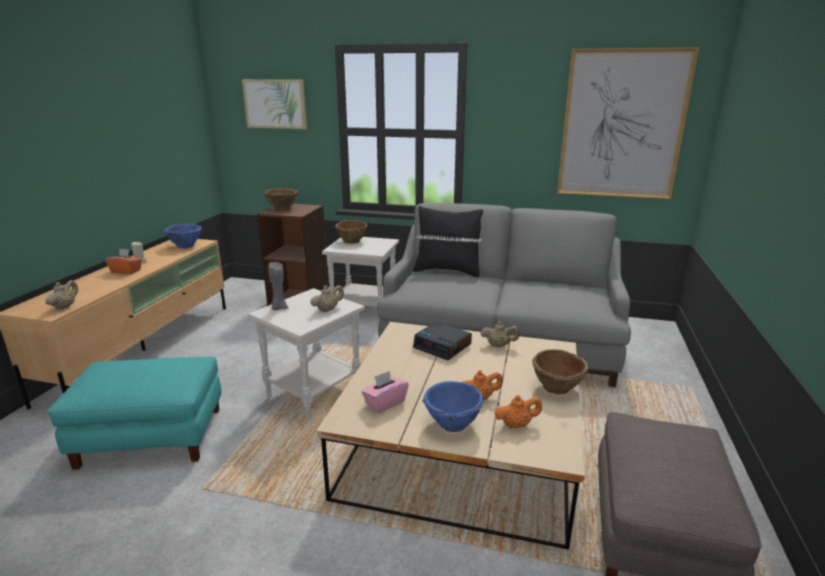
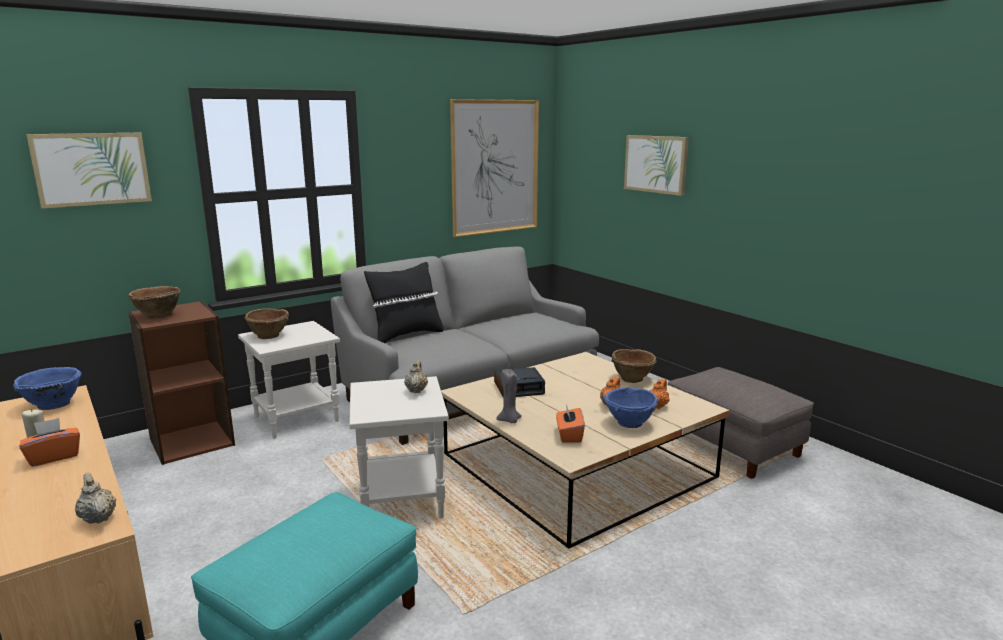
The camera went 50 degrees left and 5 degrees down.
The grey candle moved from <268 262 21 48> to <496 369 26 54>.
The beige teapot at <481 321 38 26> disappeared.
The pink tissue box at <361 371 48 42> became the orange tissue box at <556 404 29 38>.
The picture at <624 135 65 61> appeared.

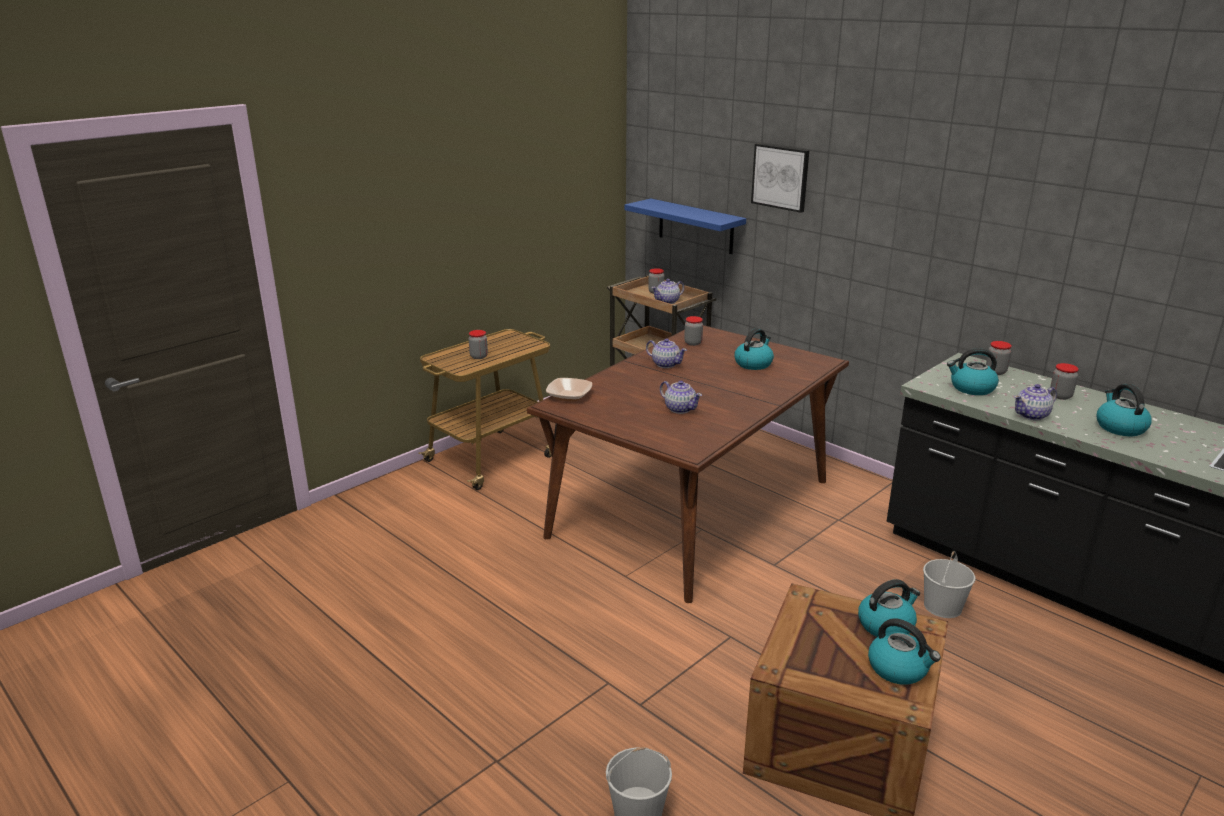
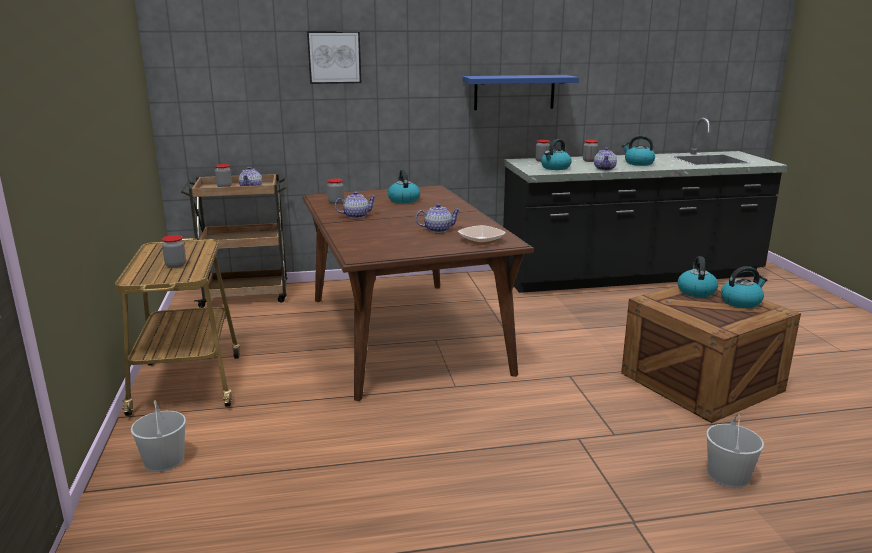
The camera went 55 degrees left and 5 degrees down.
The blue shelf moved from <624 199 122 55> to <462 75 117 35>.
The bowl moved from <546 378 46 24> to <458 225 48 20>.
The white bucket moved from <923 551 52 67> to <131 400 55 72>.

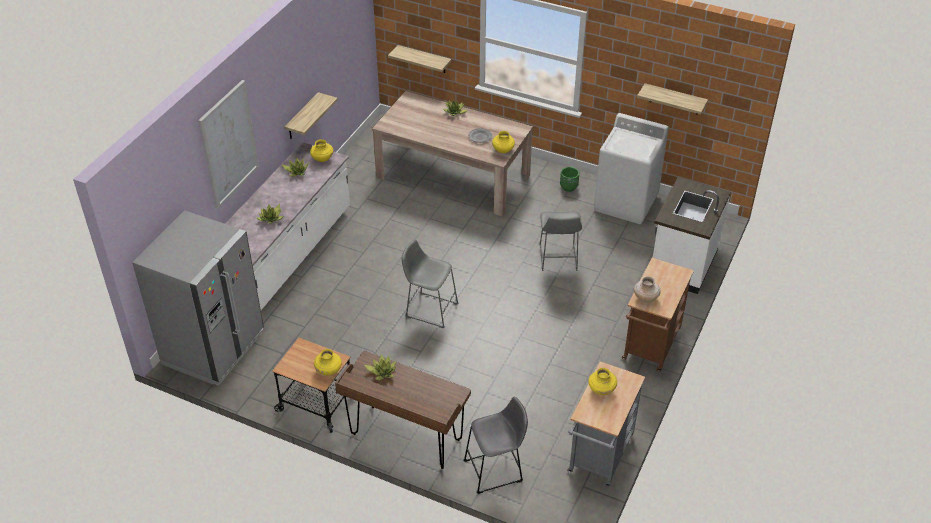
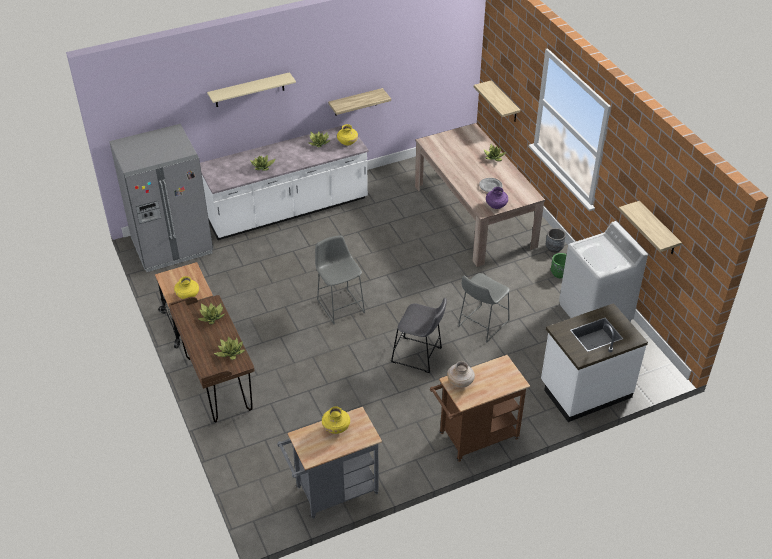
The camera went 40 degrees right and 0 degrees up.
The picture at <198 80 61 129> was replaced by the beige shelf at <207 72 89 35>.
The yellow vase at <492 131 23 22> became the purple vase at <486 187 22 22>.
The grey stool moved from <463 396 65 98> to <391 298 56 75>.
The grey planter at <546 228 20 25> appeared.
The potted plant at <214 336 31 24> appeared.

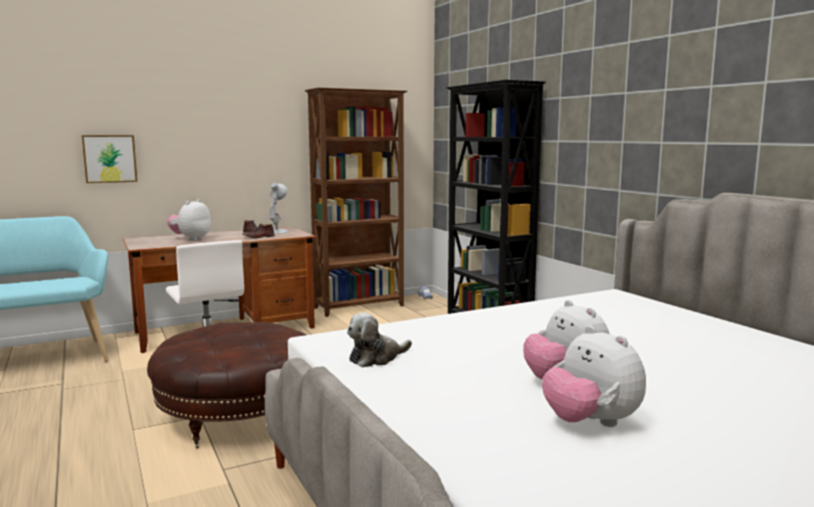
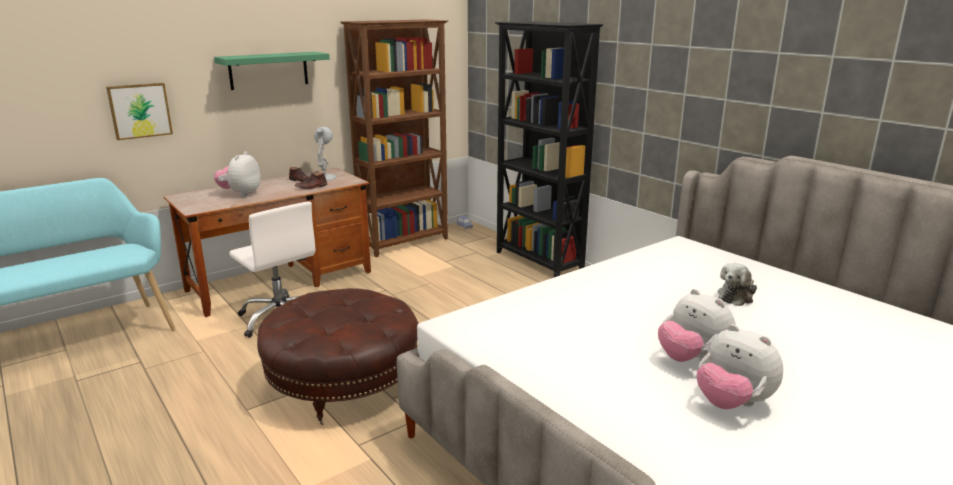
The camera went 10 degrees left and 10 degrees up.
The plush toy moved from <347 313 65 54> to <718 263 39 43>.
The green shelf at <214 52 116 38> appeared.

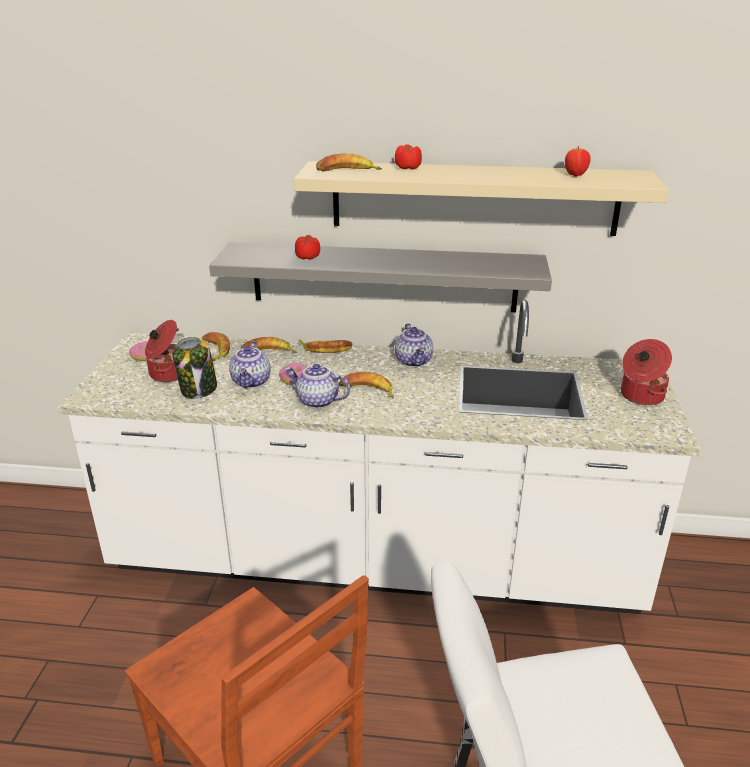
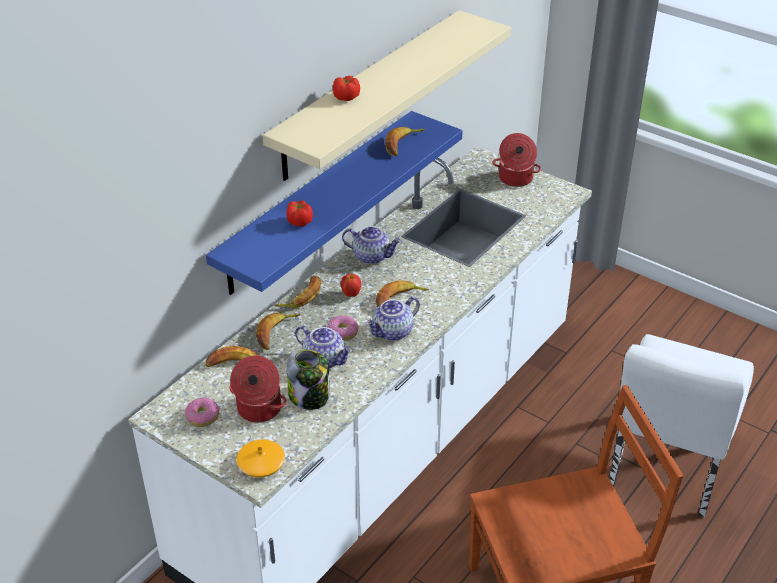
The camera went 60 degrees left and 10 degrees up.
The apple moved from <565 146 26 31> to <341 274 20 23>.
The banana moved from <316 154 66 17> to <385 127 40 29>.
The grey shelf at <209 243 343 69> became the blue shelf at <206 111 257 184>.
The orange vase at <236 440 49 37> appeared.

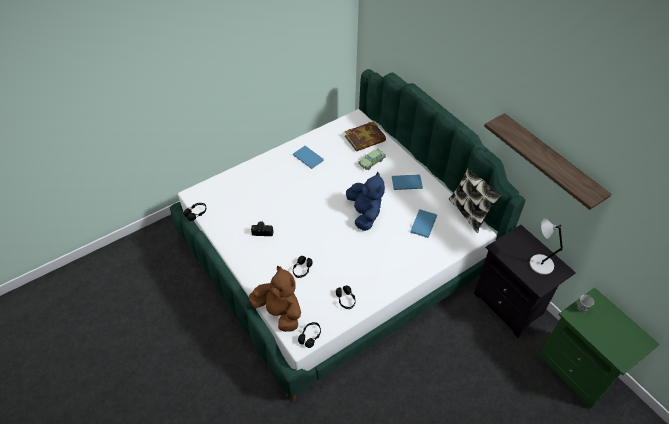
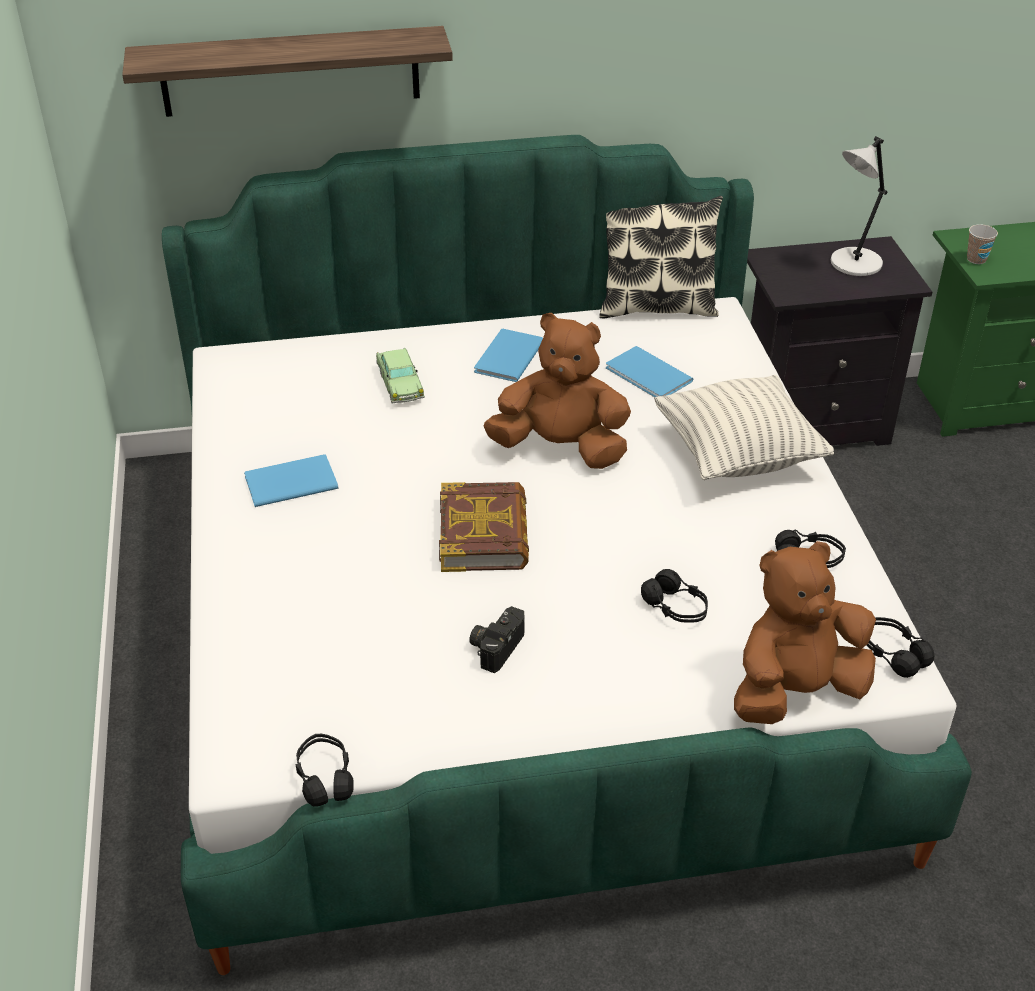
The camera went 65 degrees left and 10 degrees down.
The shelf moved from <484 113 127 97> to <122 26 331 91>.
The book moved from <345 121 41 30> to <439 482 90 90>.
The blue plush toy at <346 172 39 59> became the brown plush toy at <484 313 147 156>.
The pillow at <654 375 180 105> appeared.

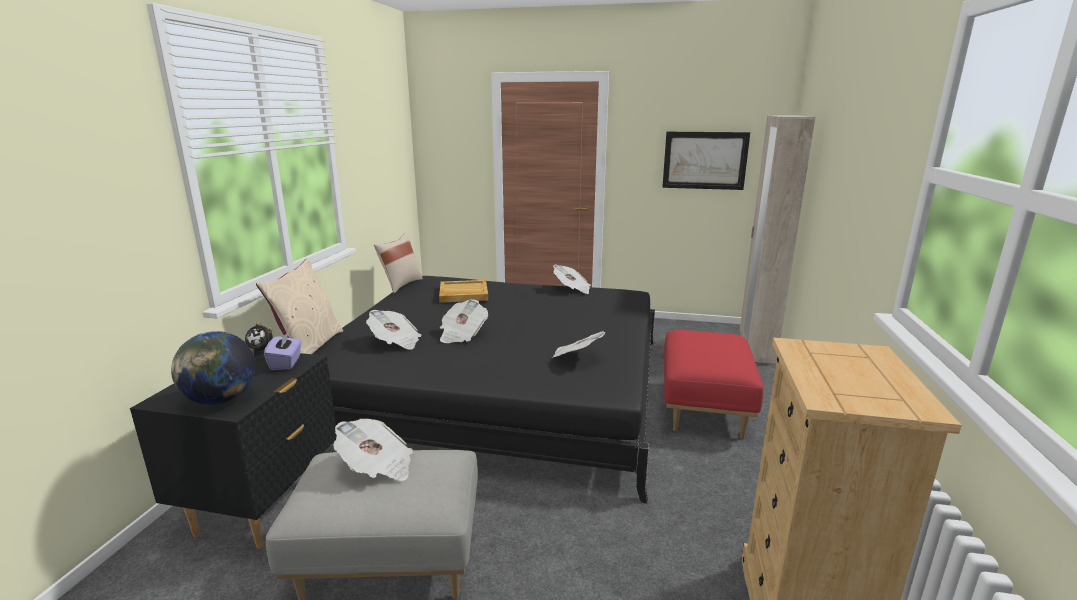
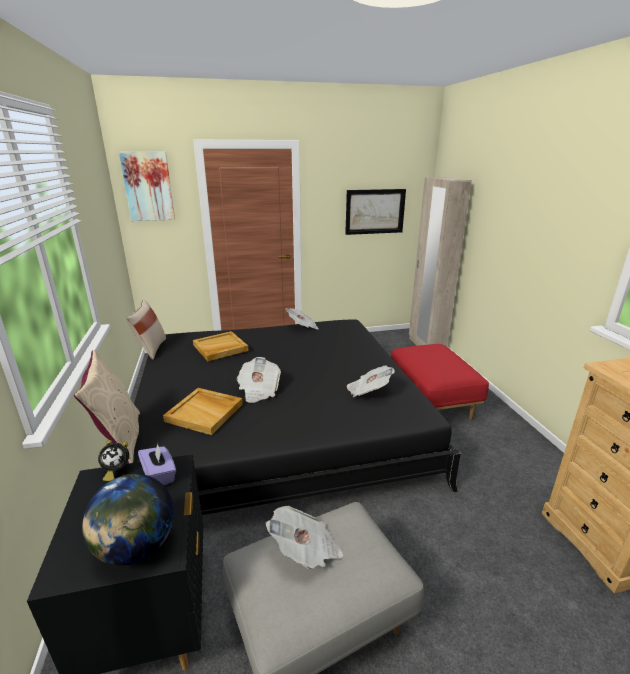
The camera went 25 degrees left and 5 degrees up.
The newspaper at <366 310 55 40> was replaced by the beige tray at <163 388 80 47>.
The picture at <119 151 56 70> appeared.

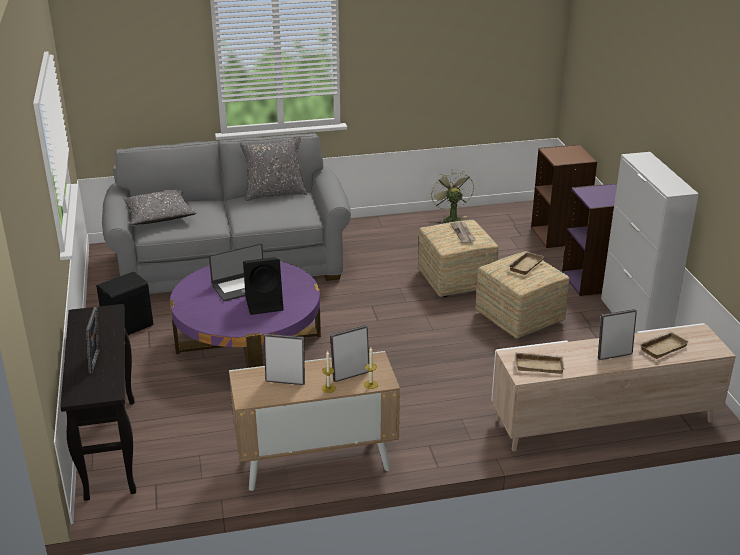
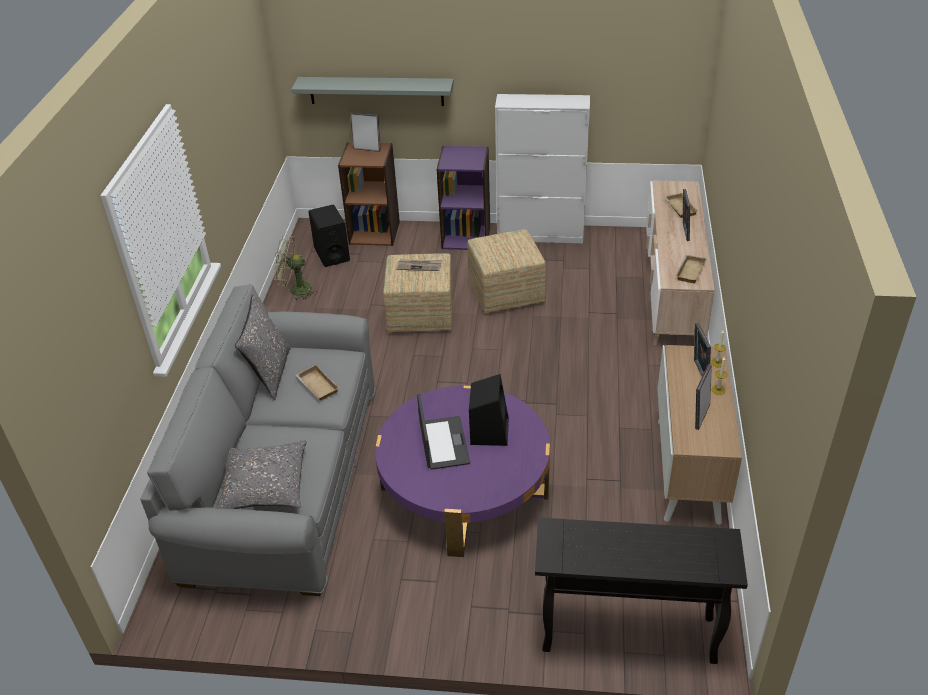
The camera went 70 degrees left and 10 degrees up.
The beige tray moved from <509 252 35 23> to <296 364 43 36>.
The black speaker moved from <96 271 58 64> to <309 205 41 62>.
The picture frame moved from <86 307 14 67> to <350 112 31 40>.
The grey shelf at <291 77 163 29> appeared.

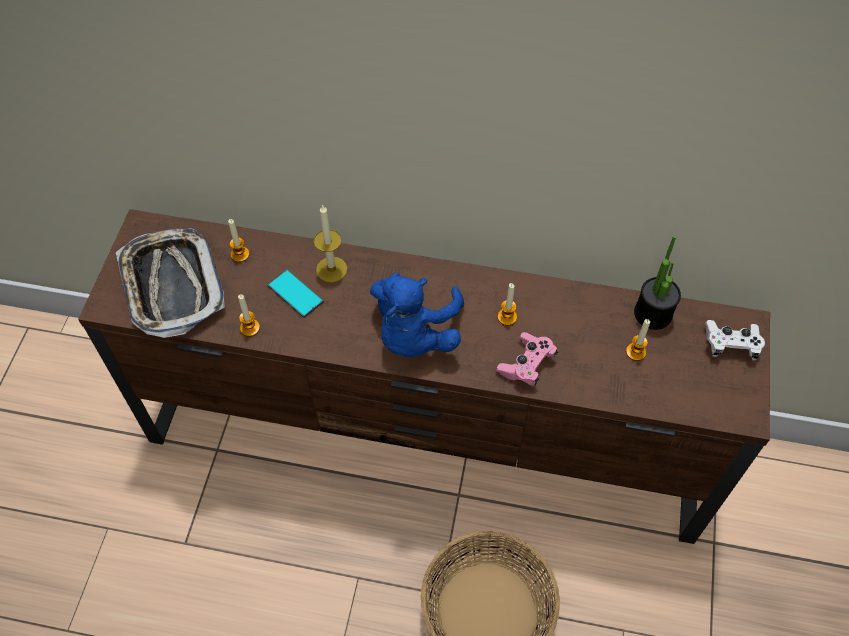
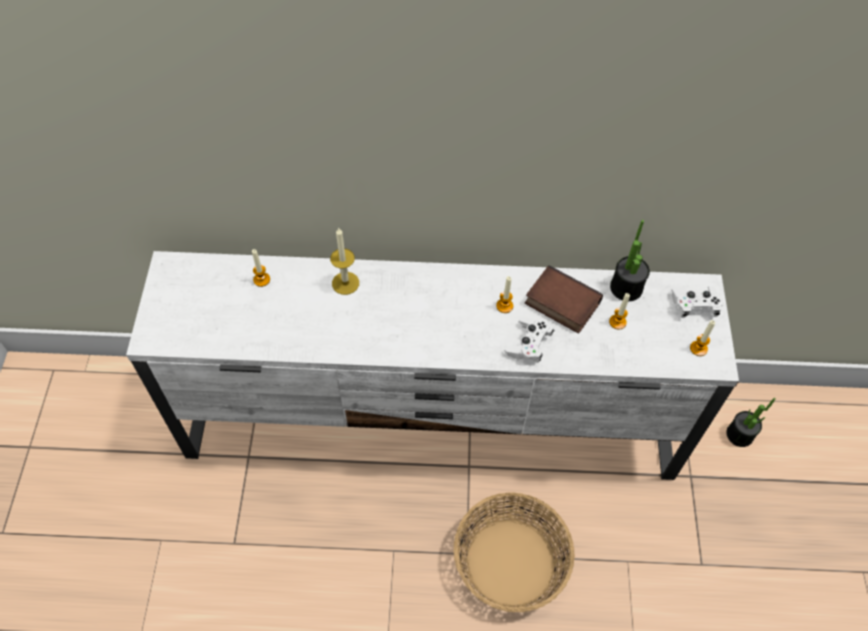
The camera went 10 degrees left and 0 degrees up.
The brown tv stand at <78 209 692 335> became the white tv stand at <126 251 613 229>.
The tray at <116 228 109 110> disappeared.
The phone at <267 269 57 49> disappeared.
The blue plush toy at <370 273 94 84> disappeared.
The candle moved from <238 294 22 43> to <690 320 25 36>.
The pink game controller at <497 332 61 55> became the white game controller at <504 317 50 46>.
The book at <525 265 78 69> appeared.
The potted plant at <726 398 50 49> appeared.

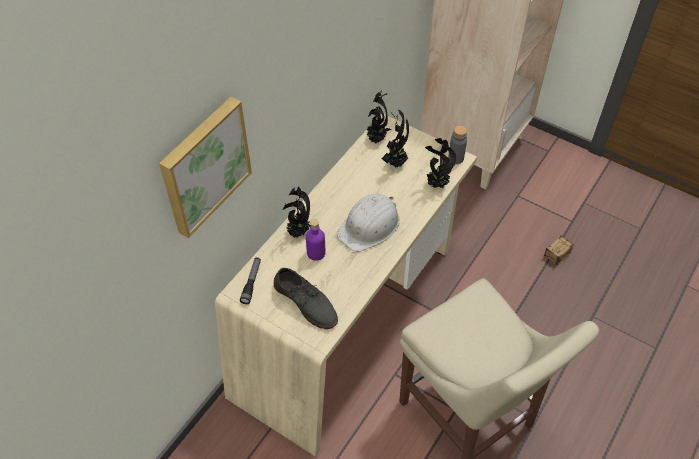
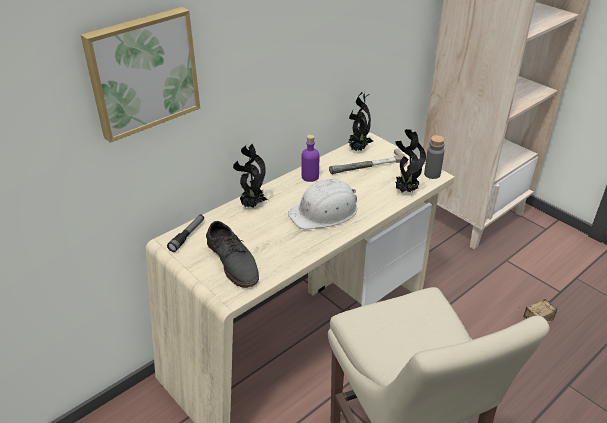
The camera went 15 degrees right and 15 degrees down.
The potted plant at <381 109 28 59> was replaced by the hammer at <329 149 78 26>.
The purple bottle moved from <306 219 19 42> to <301 135 18 47>.

